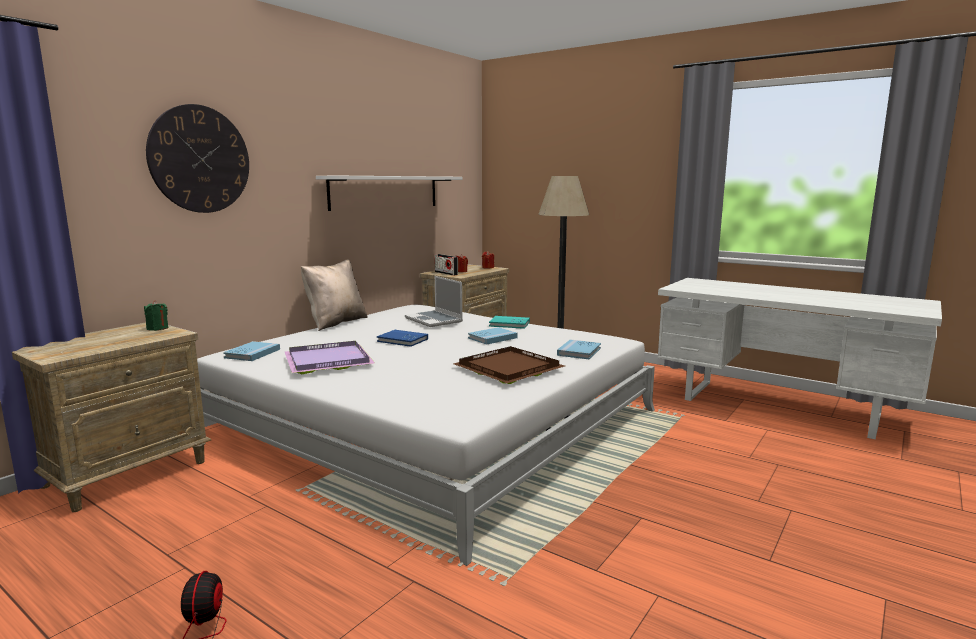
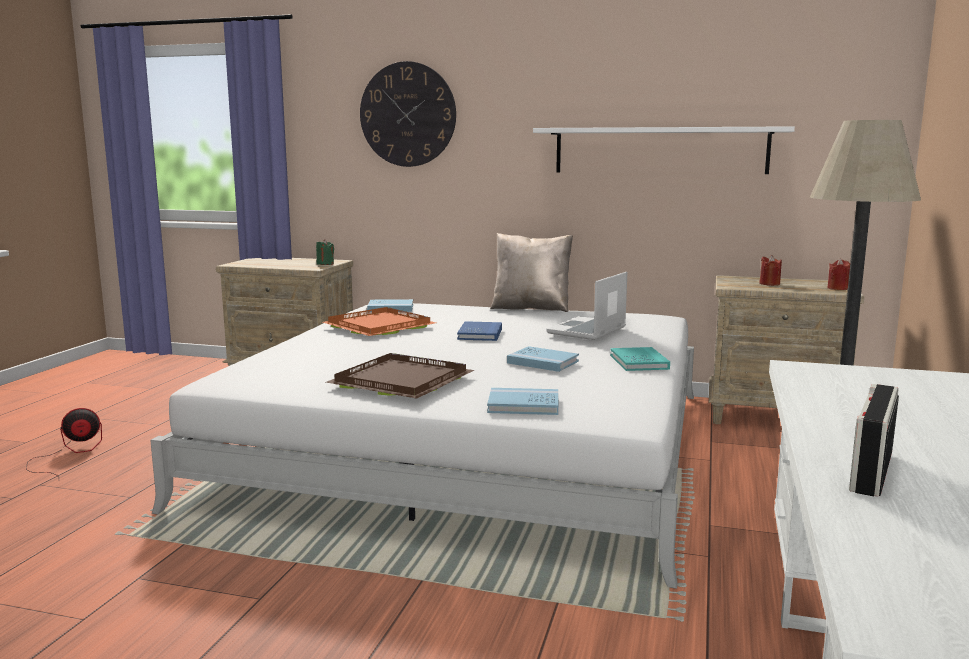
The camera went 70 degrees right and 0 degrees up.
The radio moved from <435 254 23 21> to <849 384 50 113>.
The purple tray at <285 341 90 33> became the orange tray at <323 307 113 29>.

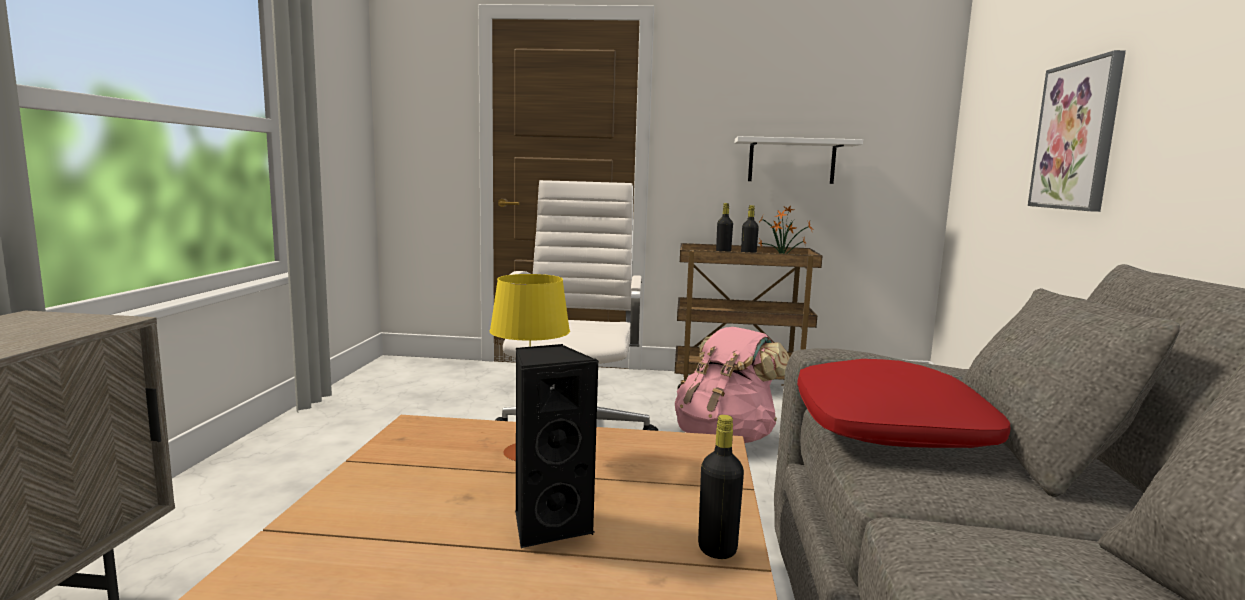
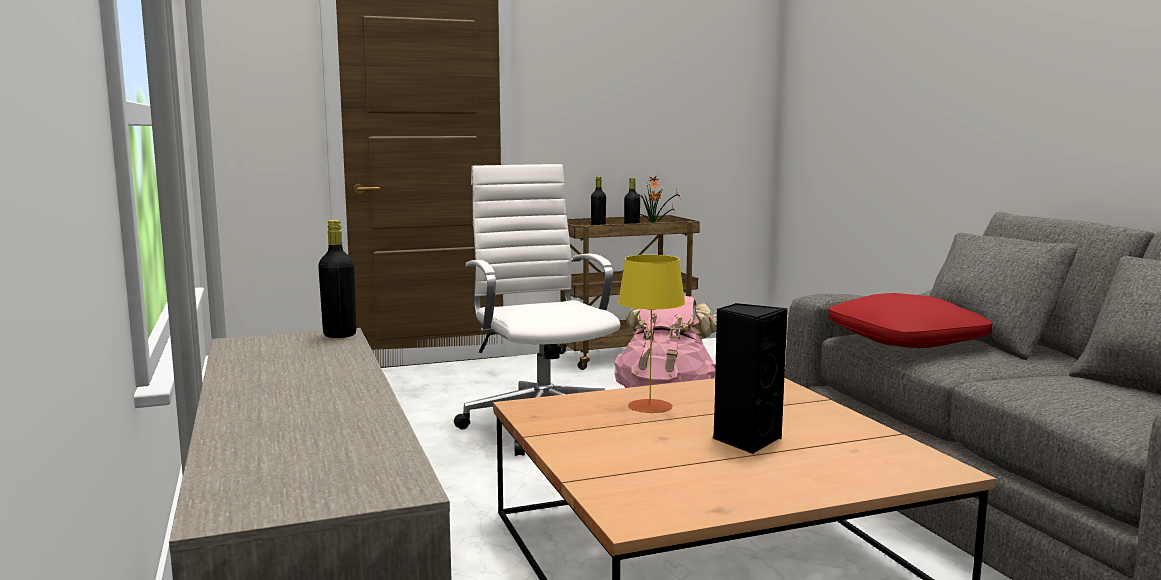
The camera went 25 degrees left and 0 degrees up.
The picture at <1028 50 98 162> disappeared.
The white shelf at <735 136 128 48> disappeared.
The black bottle moved from <698 415 46 144> to <318 220 38 118>.

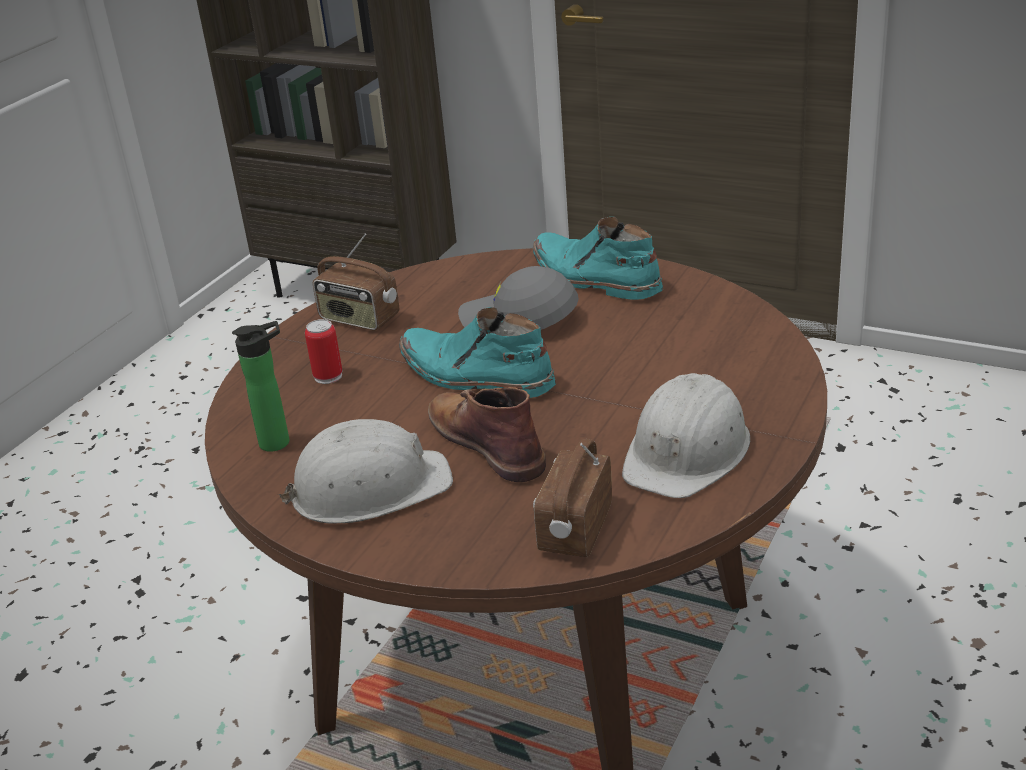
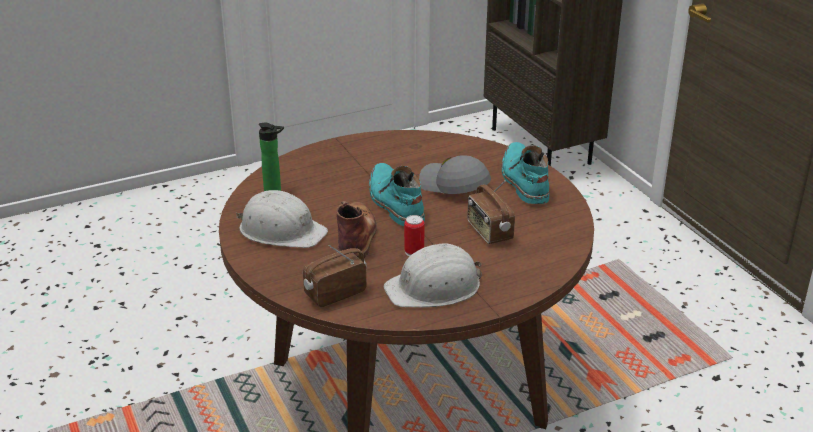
The camera went 35 degrees right and 0 degrees up.
The radio moved from <313 233 86 97> to <468 180 47 64>.
The can moved from <305 319 37 65> to <404 215 21 42>.

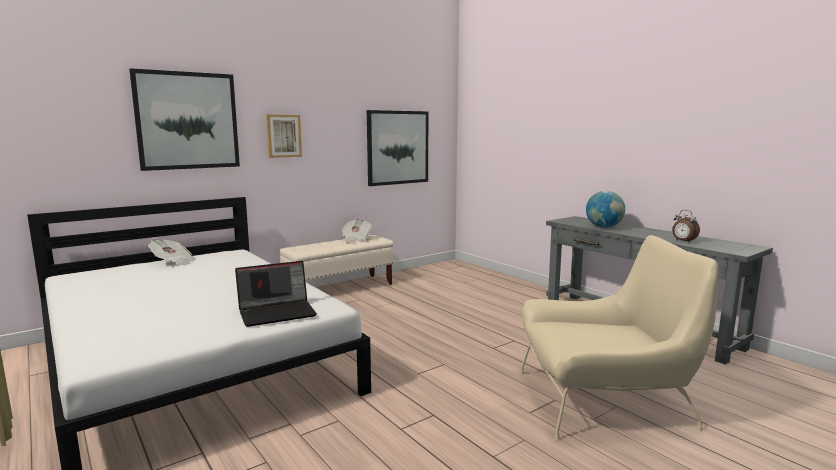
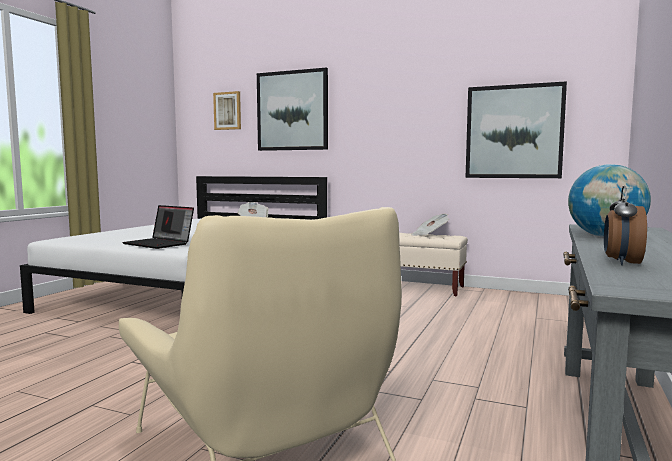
The camera went 60 degrees right and 5 degrees down.
The picture moved from <266 114 36 44> to <213 91 28 39>.

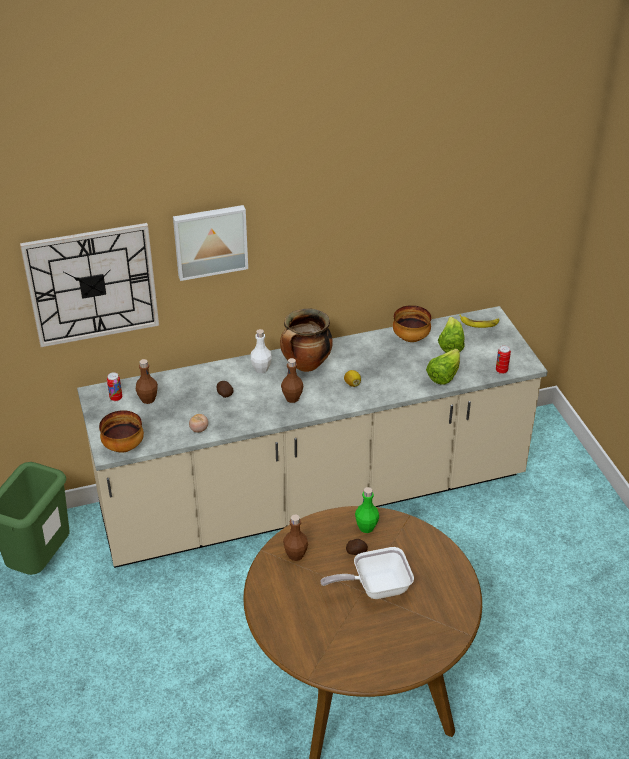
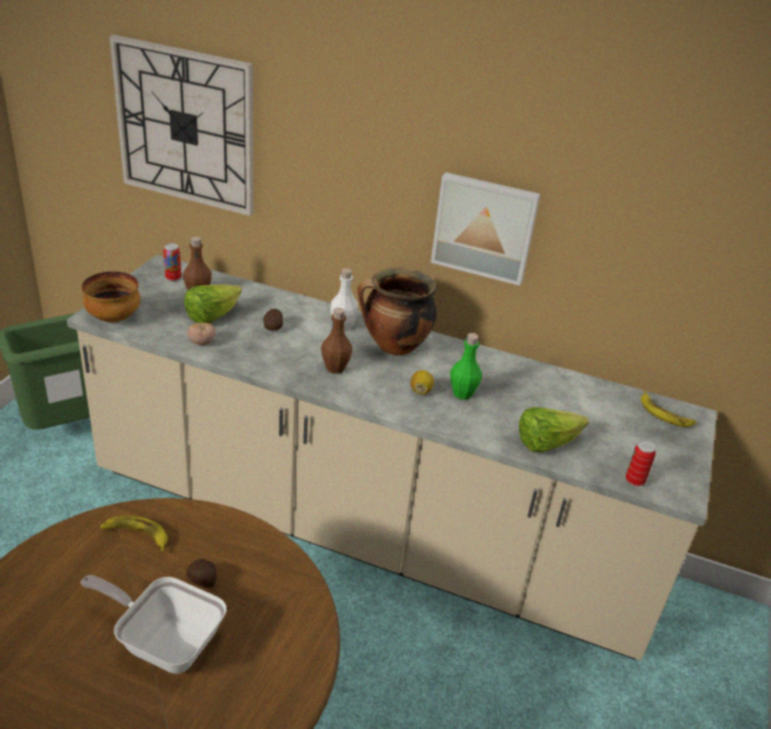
The camera went 35 degrees right and 5 degrees down.
The picture moved from <173 205 75 76> to <431 172 109 114>.
The bowl at <393 305 38 37> disappeared.
The lettuce moved from <438 317 27 36> to <184 284 58 39>.
The green bottle moved from <355 487 24 46> to <450 333 32 67>.
The brown bottle at <283 514 25 47> was replaced by the banana at <100 515 68 37>.

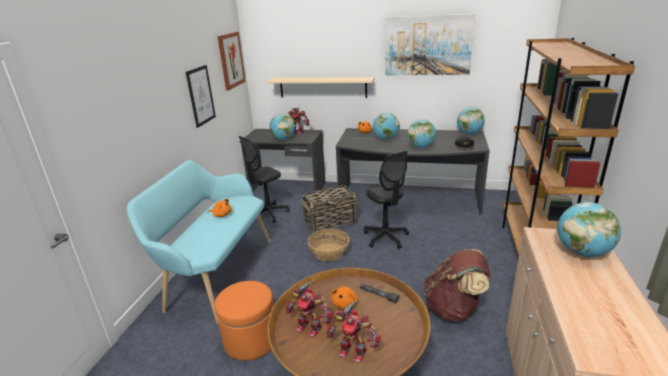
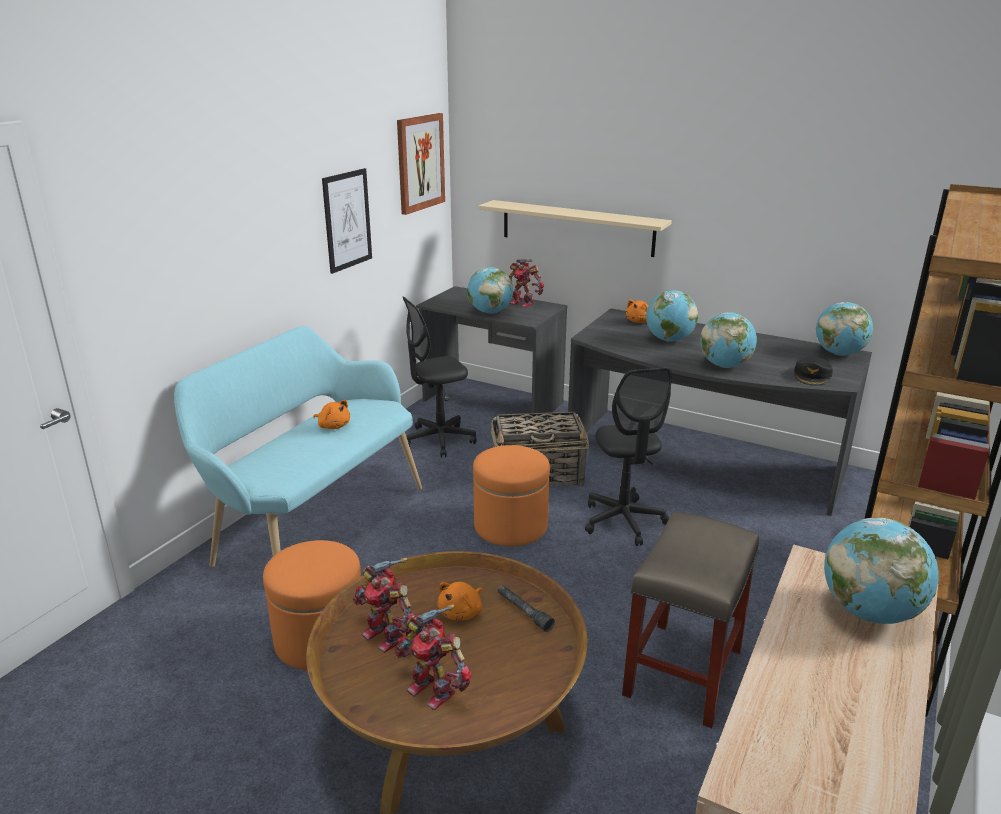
The camera went 15 degrees right and 0 degrees up.
The picture at <386 14 89 61> disappeared.
The basket at <308 229 41 32> was replaced by the orange ottoman at <473 445 77 101>.
The brown backpack at <424 249 67 72> was replaced by the beige stool at <622 511 137 217>.

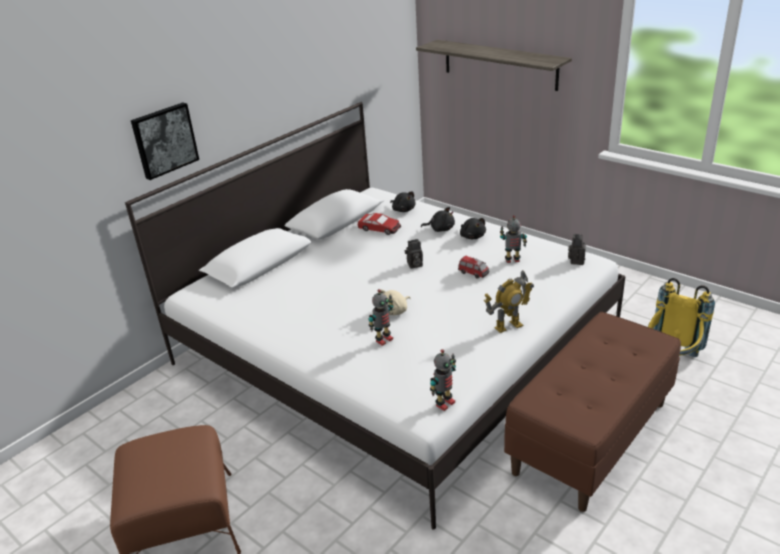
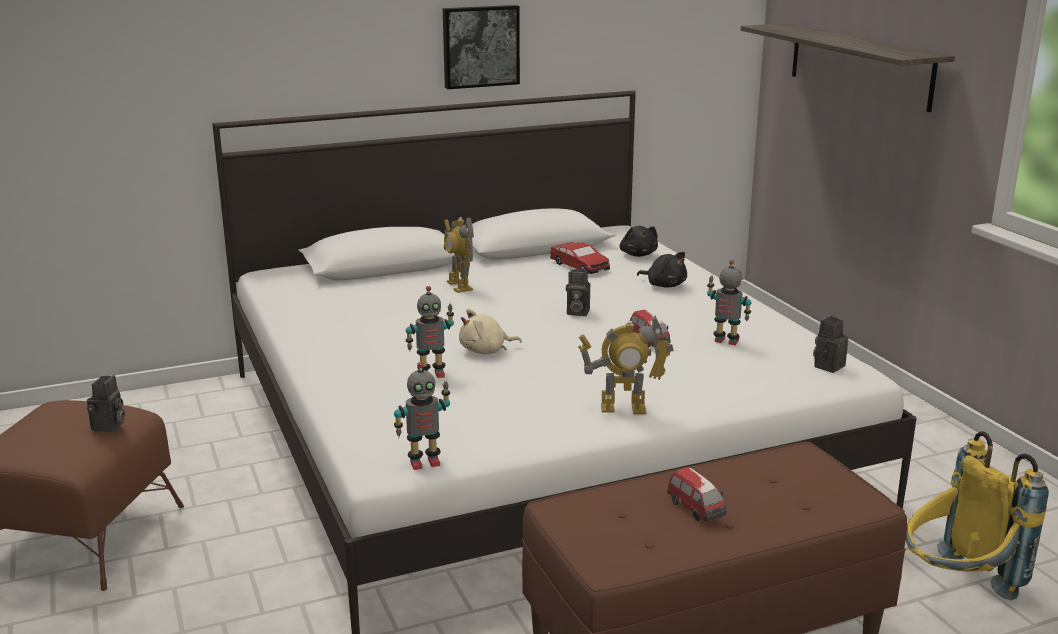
The camera went 25 degrees right and 10 degrees down.
The picture moved from <131 102 68 78> to <443 5 77 84>.
The black plush toy at <460 218 26 21> disappeared.
The toy robot at <444 217 30 76> appeared.
The photo camera at <87 375 38 57> appeared.
The toy car at <667 467 60 55> appeared.

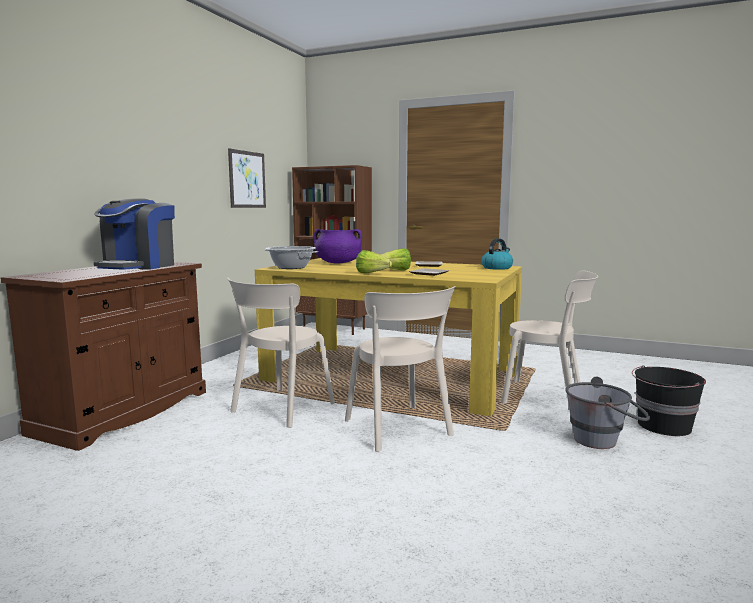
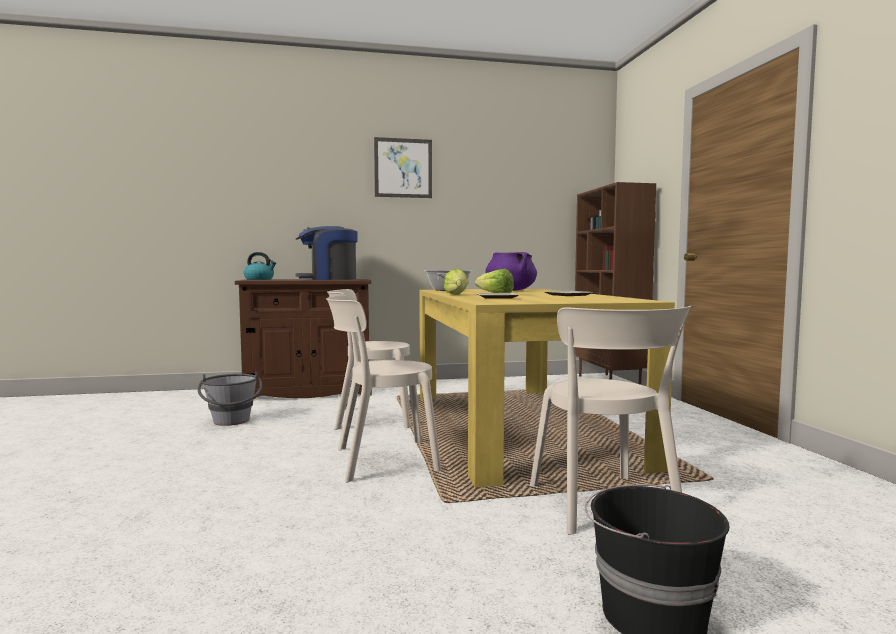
The camera went 55 degrees right and 5 degrees down.
The picture moved from <228 149 38 59> to <374 137 58 61>.
The kettle moved from <481 238 32 32> to <244 252 32 28>.
The beige chair at <345 286 111 166> turned 45 degrees clockwise.
The grey bucket moved from <565 377 85 72> to <198 371 65 55>.

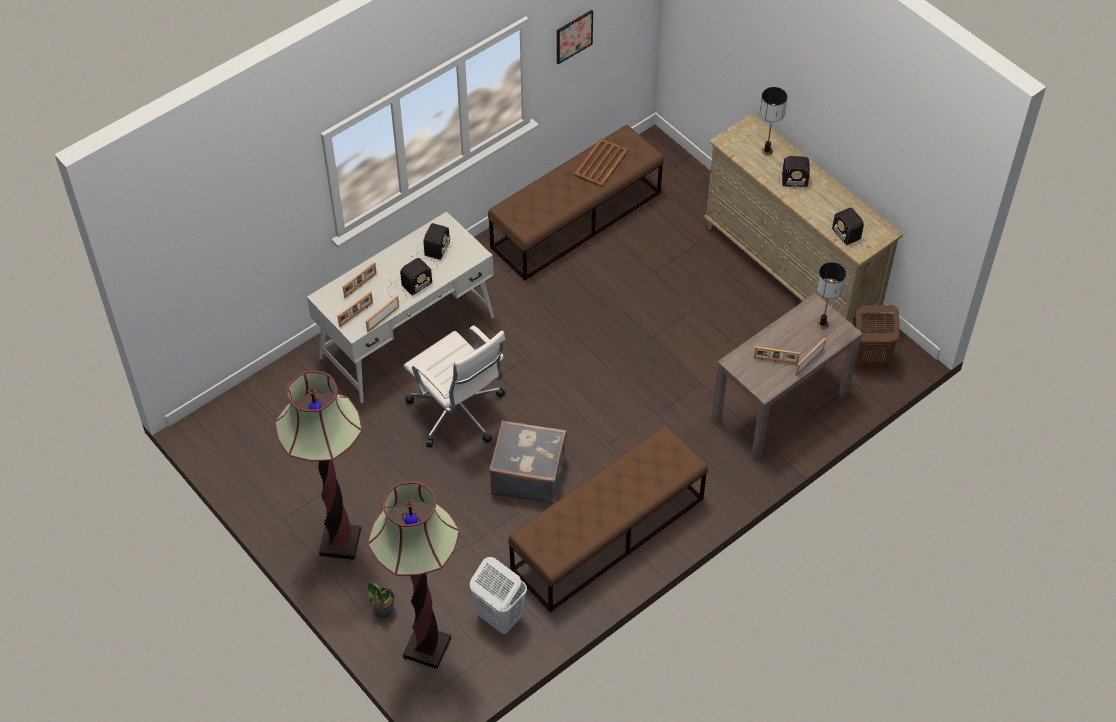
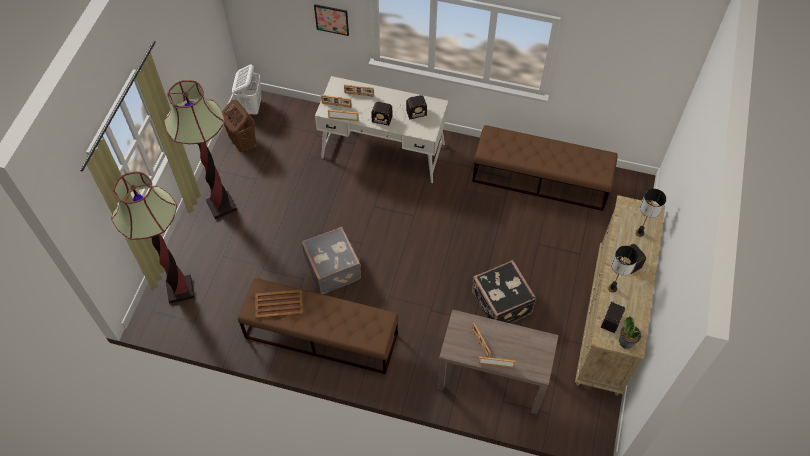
The camera went 55 degrees right and 5 degrees up.
The picture moved from <557 10 36 54> to <314 4 35 32>.
The brown tray moved from <574 138 54 49> to <255 289 48 30>.
The table lamp moved from <816 262 30 67> to <608 246 30 47>.
The brown laundry basket moved from <852 305 48 64> to <222 99 34 53>.
The white office chair at <404 325 102 123> disappeared.
The white laundry basket moved from <470 557 57 77> to <232 64 29 51>.
The potted plant moved from <367 582 28 36> to <619 316 22 33>.
The black suitcase at <472 260 64 63> appeared.

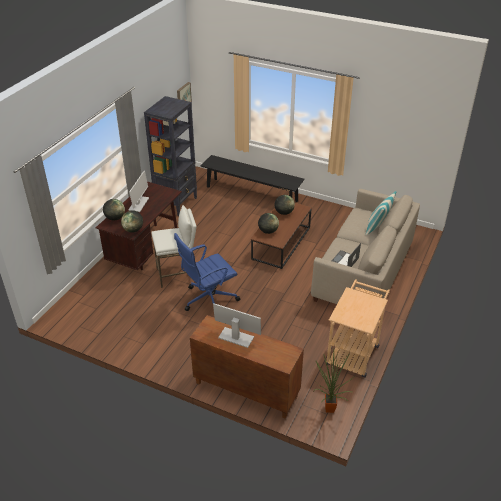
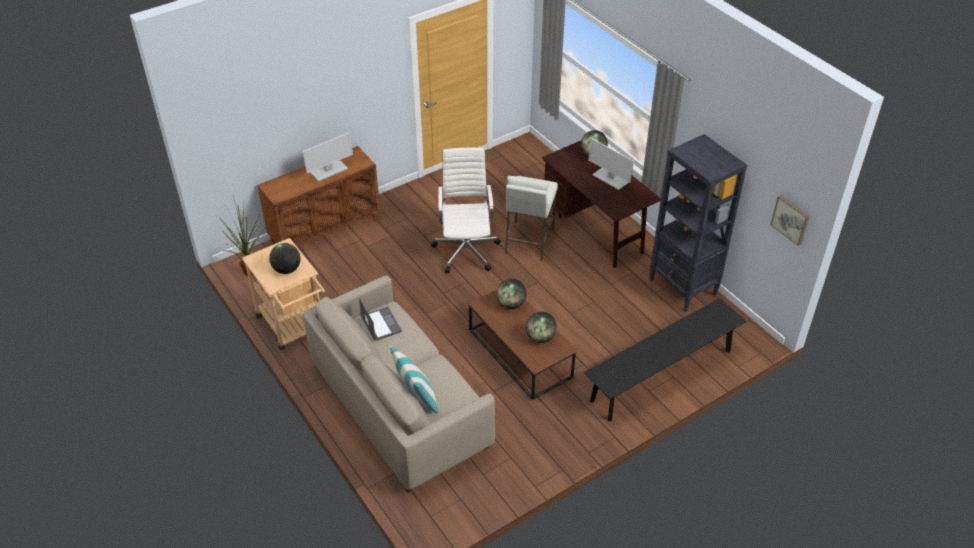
The camera went 120 degrees right and 5 degrees up.
The globe moved from <121 210 22 23> to <269 243 32 31>.
The blue office chair at <174 233 66 78> became the white office chair at <431 148 70 125>.

